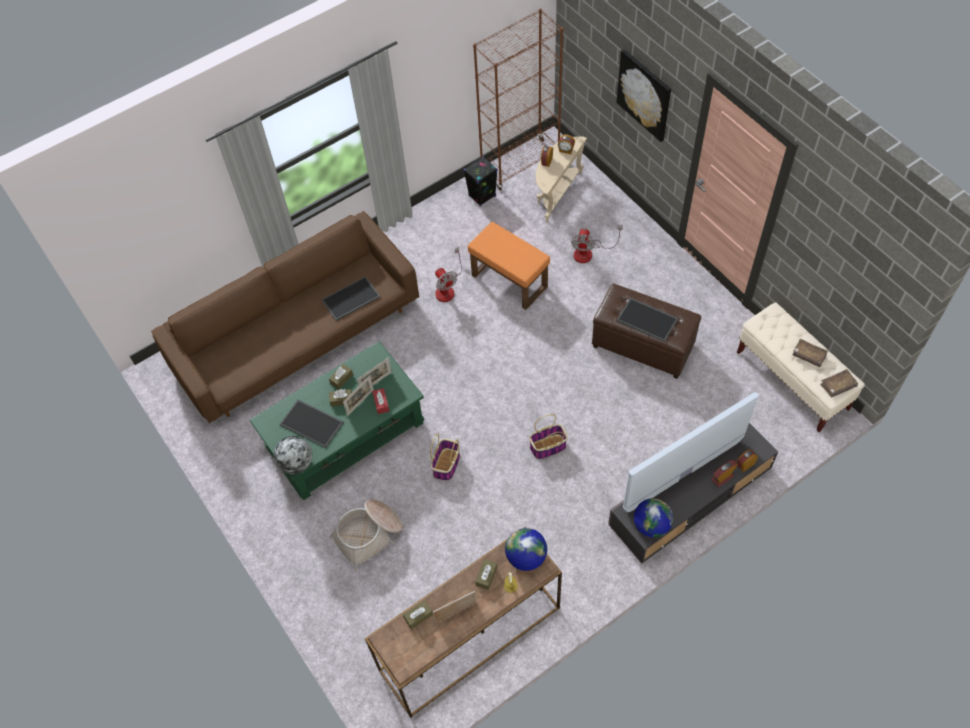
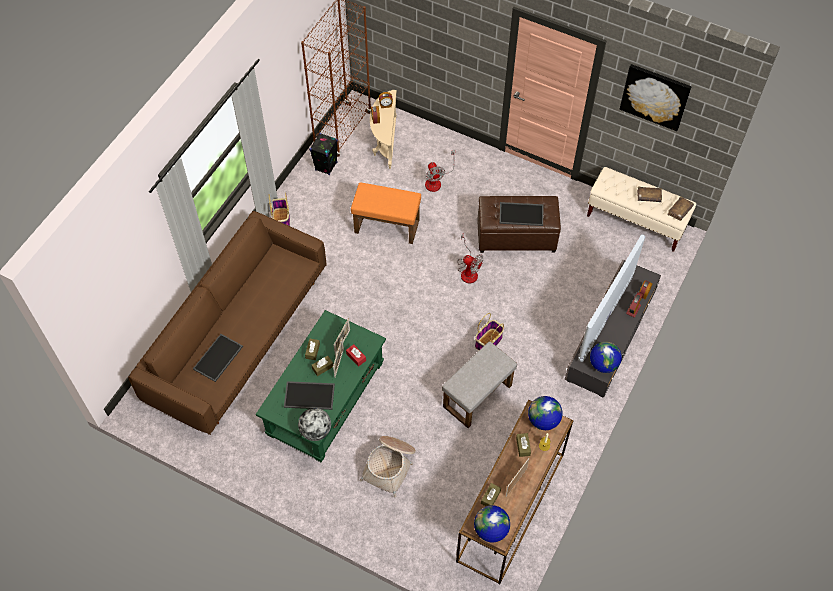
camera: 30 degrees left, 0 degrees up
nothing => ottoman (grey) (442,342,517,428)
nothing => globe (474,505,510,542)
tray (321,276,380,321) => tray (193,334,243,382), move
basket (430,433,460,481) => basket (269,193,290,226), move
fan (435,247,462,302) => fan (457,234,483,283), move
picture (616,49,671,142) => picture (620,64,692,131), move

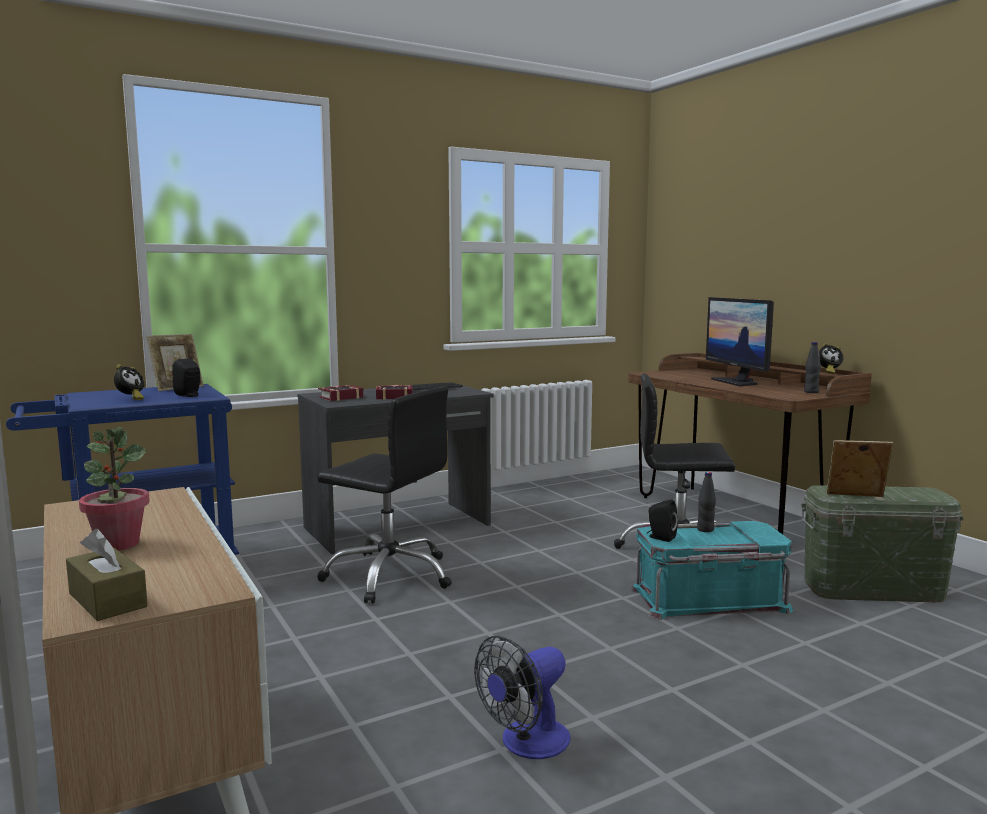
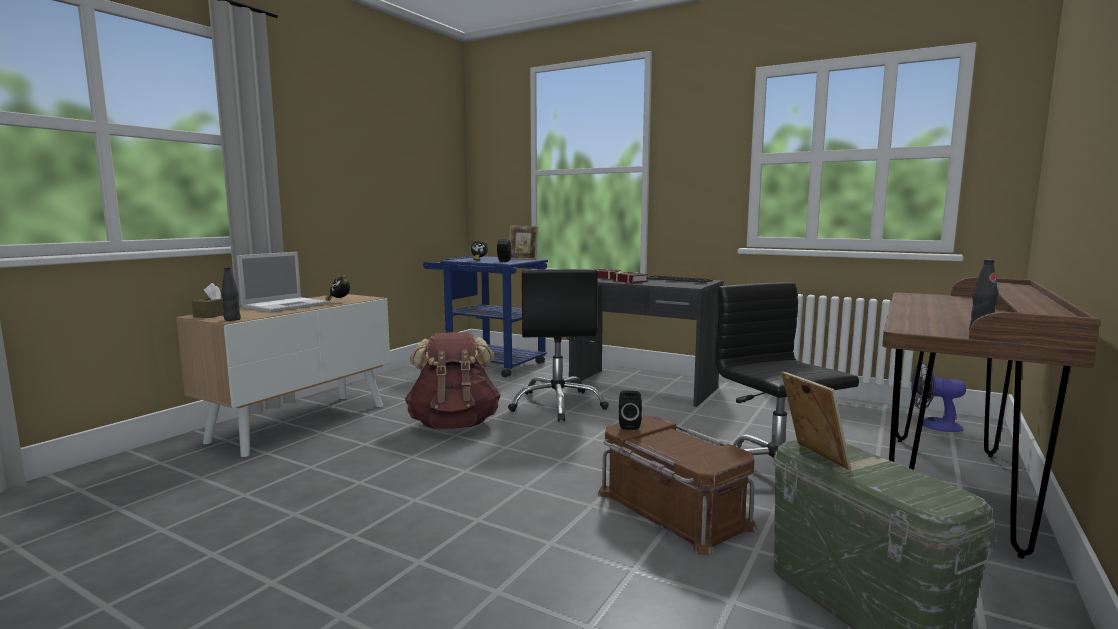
camera: 60 degrees right, 0 degrees up
monitor (706,297,774,387) => nothing
nothing => backpack (brown) (405,332,501,429)
fan (474,636,571,759) => fan (911,362,966,432), move
bottle (black) (697,472,716,532) => bottle (black) (221,267,241,321), move
alarm clock (819,343,843,374) => alarm clock (325,275,350,301), move
potted plant (79,427,150,551) => laptop (237,252,329,312)
storage box (turquoise) (631,521,793,620) => storage box (brown) (598,416,757,555)

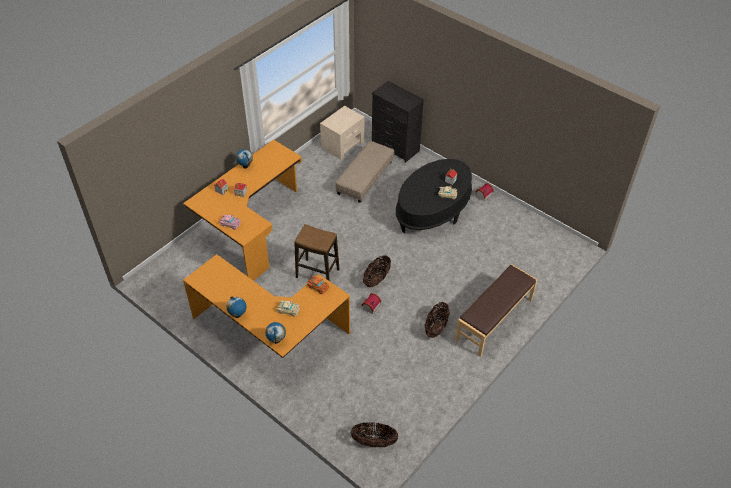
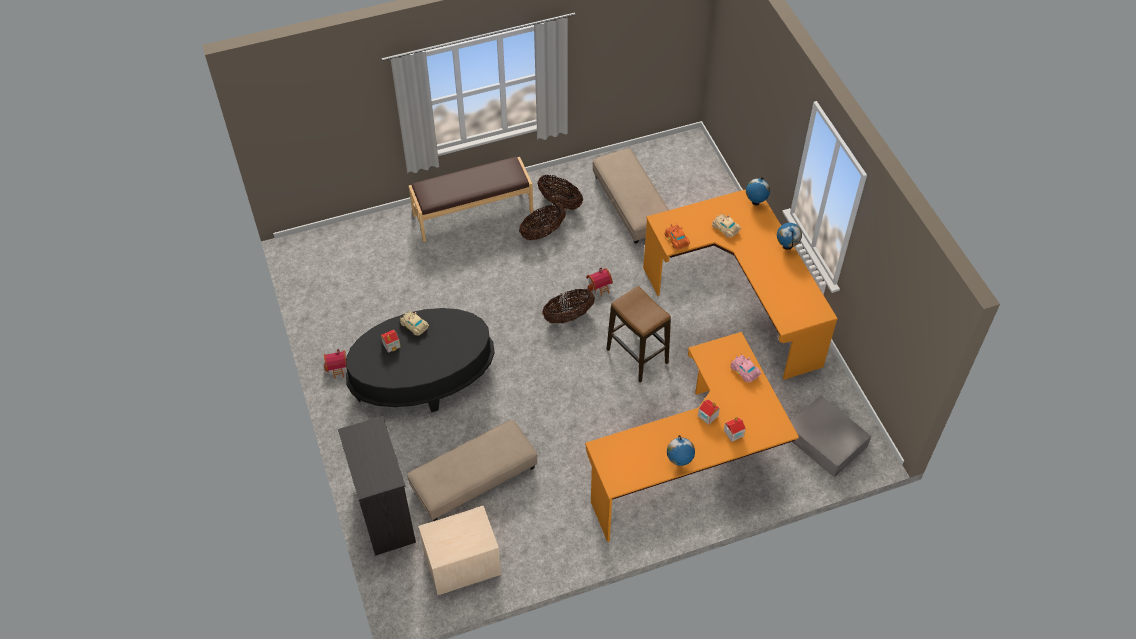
camera: 150 degrees left, 5 degrees up
nothing => ottoman (beige) (592,148,669,244)
nothing => storage box (grey) (791,395,871,477)
basket (351,422,398,447) => basket (537,175,583,210), move

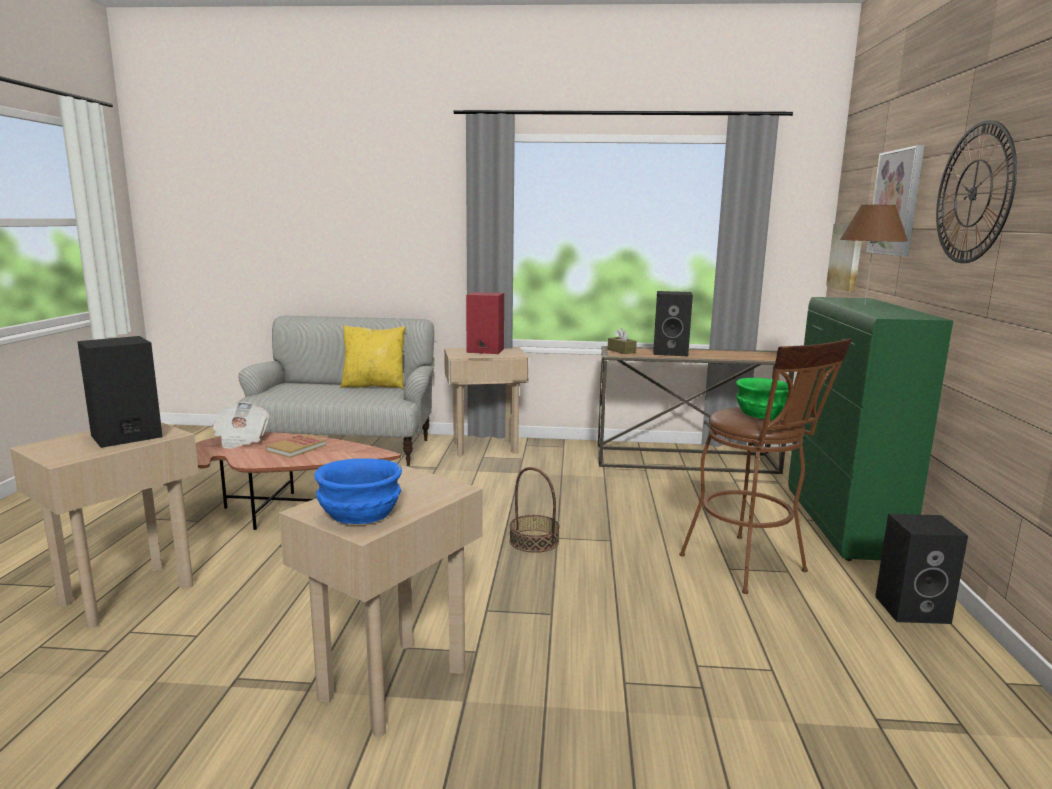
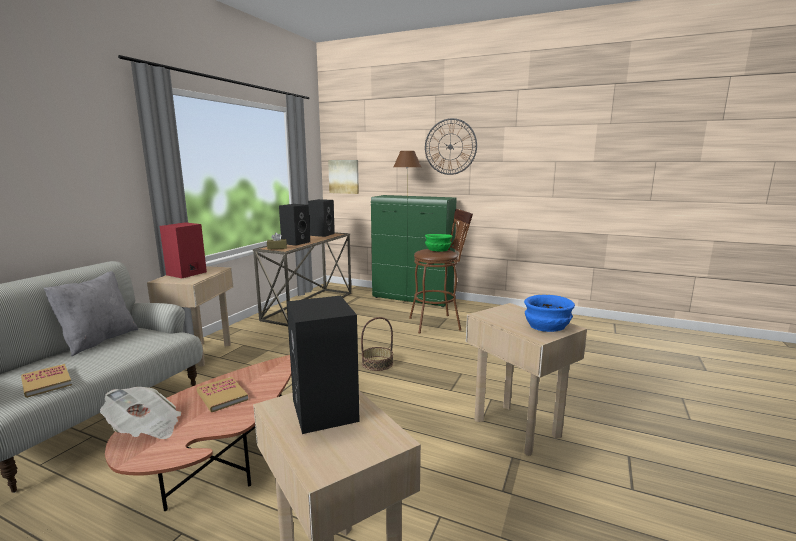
camera: 70 degrees left, 0 degrees up
picture (866,145,925,257) => nothing
nothing => book (21,364,72,398)
speaker (black) (875,514,968,624) => speaker (black) (308,199,335,237), move
pillow (yellow) (340,326,406,389) => pillow (grey) (44,271,138,356)

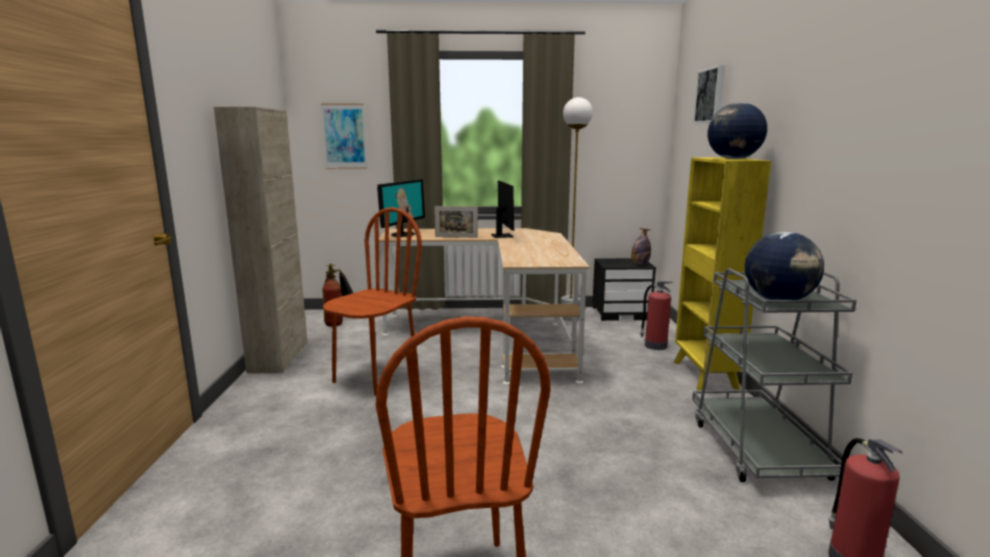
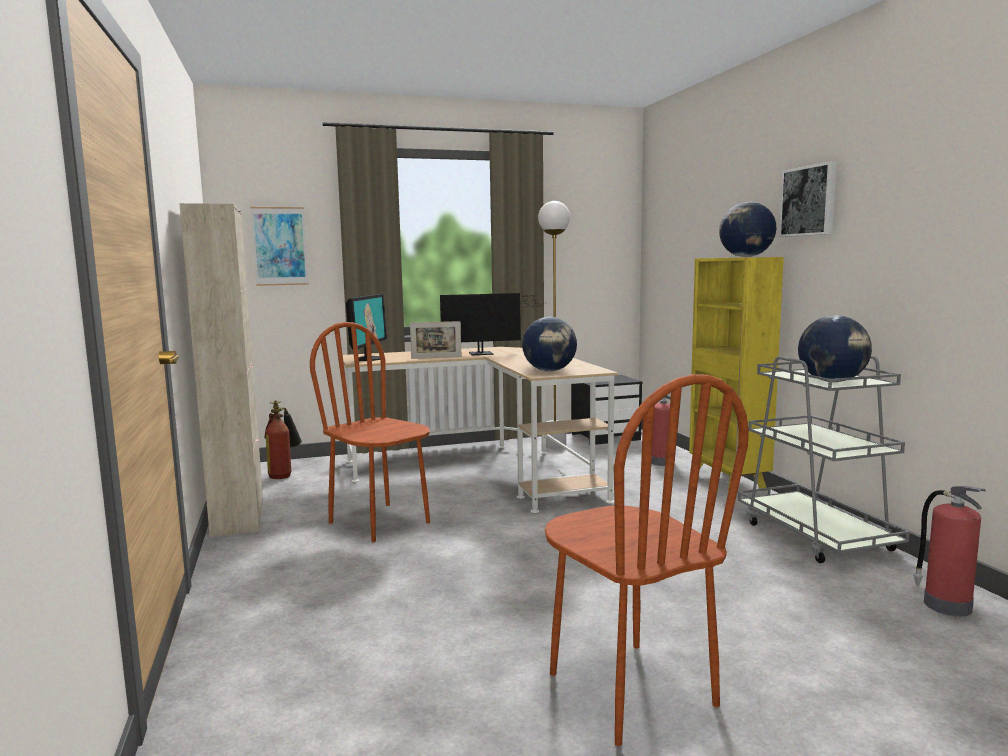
camera: 15 degrees left, 5 degrees down
bottle (631,228,651,265) => nothing
nothing => globe (522,317,577,372)
picture (693,65,725,123) => picture (779,162,837,237), move
chair (brown) (323,207,422,396) => chair (brown) (310,322,430,542), 60 degrees counterclockwise
monitor (491,180,515,238) => monitor (440,293,546,355), 105 degrees clockwise

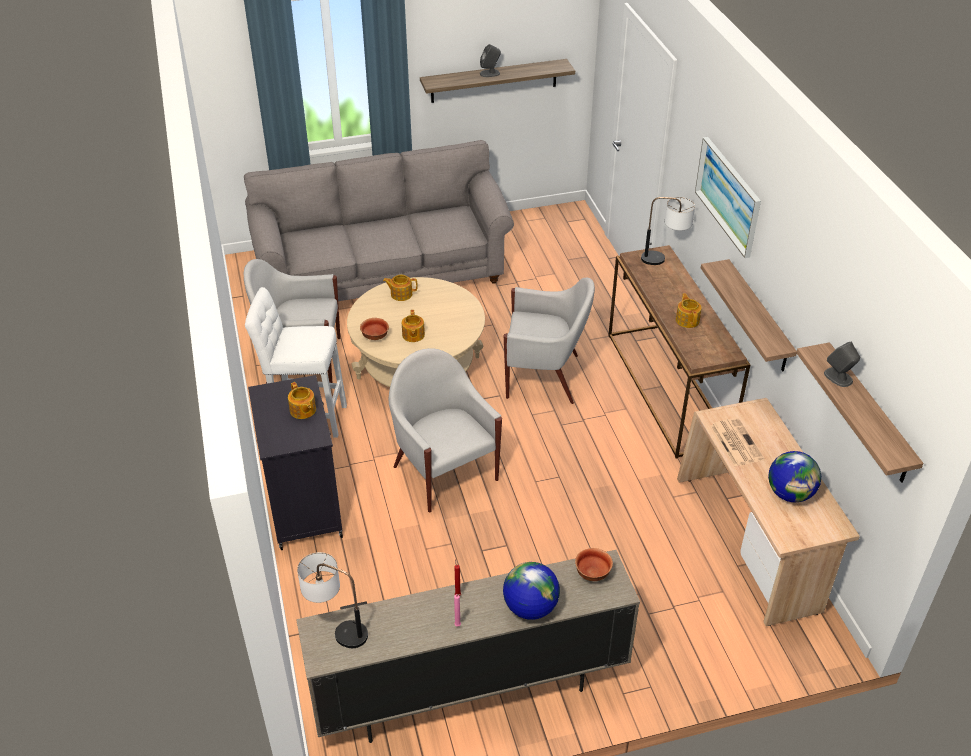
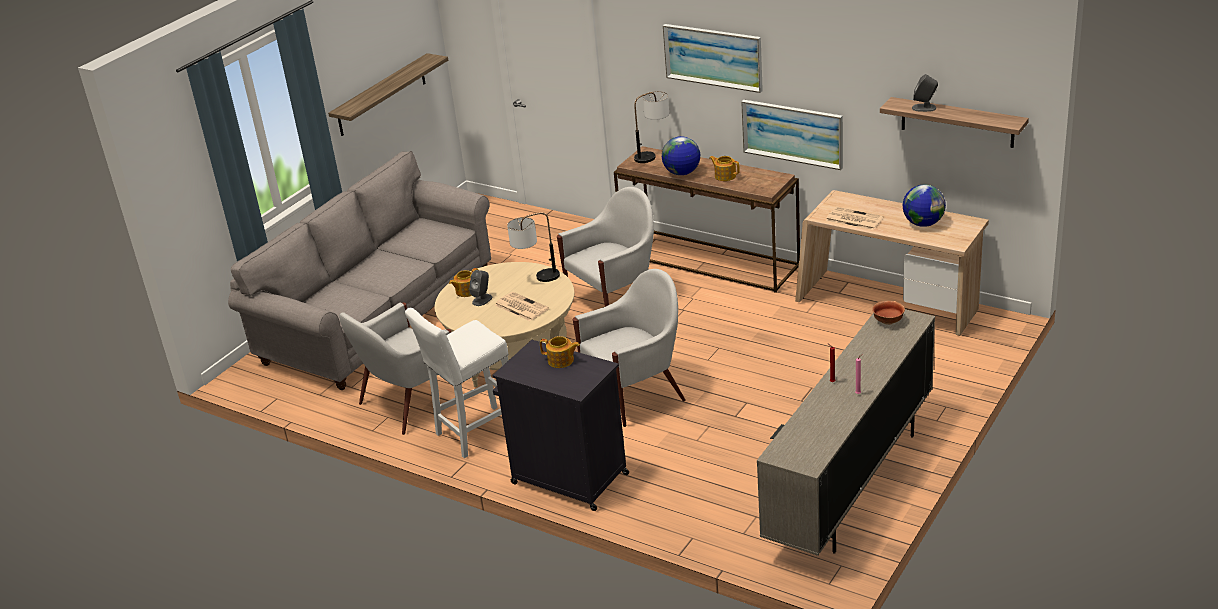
camera: 40 degrees left, 10 degrees down
bowl (360,318,389,340) => nothing
table lamp (297,552,368,648) => table lamp (507,212,560,282), move
speaker (grey) (480,44,501,77) => speaker (grey) (469,270,492,306), move
globe (503,562,560,620) => globe (662,136,700,175), move
teapot (402,310,425,342) => newspaper (494,292,549,321)
shelf (701,259,797,372) => picture (741,100,843,170)
armchair (white) (389,348,502,513) => armchair (white) (573,269,686,427), 135 degrees clockwise

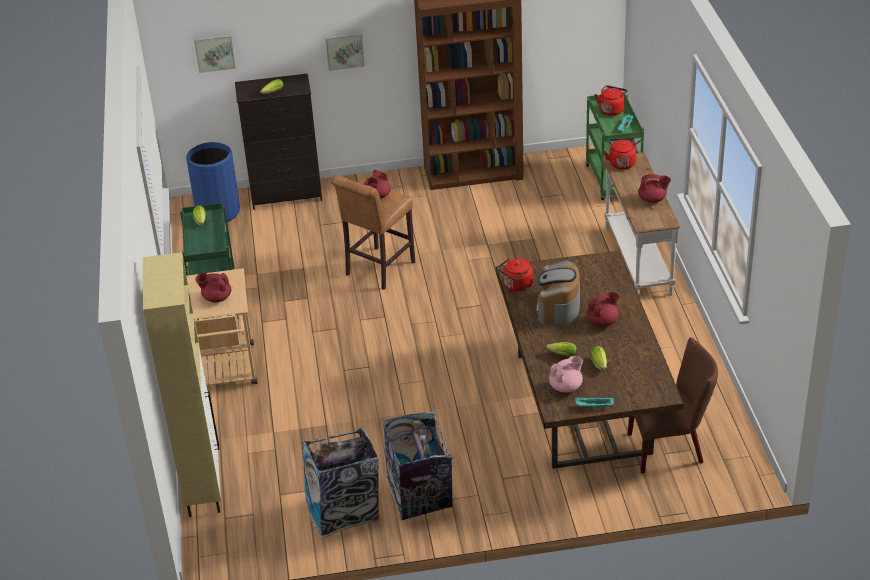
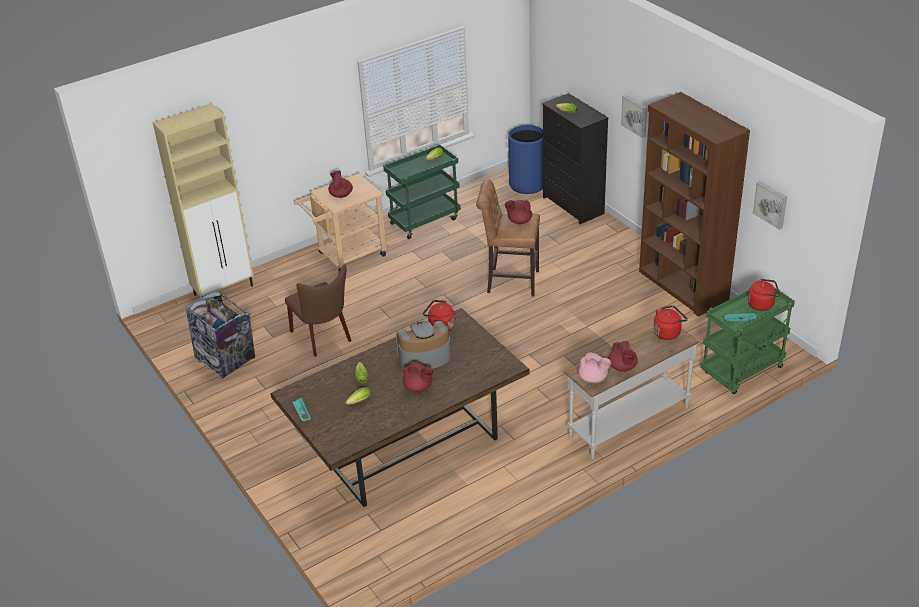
camera: 65 degrees right, 0 degrees up
trash can (383,412,453,520) => nothing
picture (194,34,236,73) => picture (753,181,787,230), move
teapot (pink) (549,356,583,393) => teapot (pink) (578,352,611,383), move
chair (brown) (628,337,718,473) => chair (brown) (285,264,352,356), move

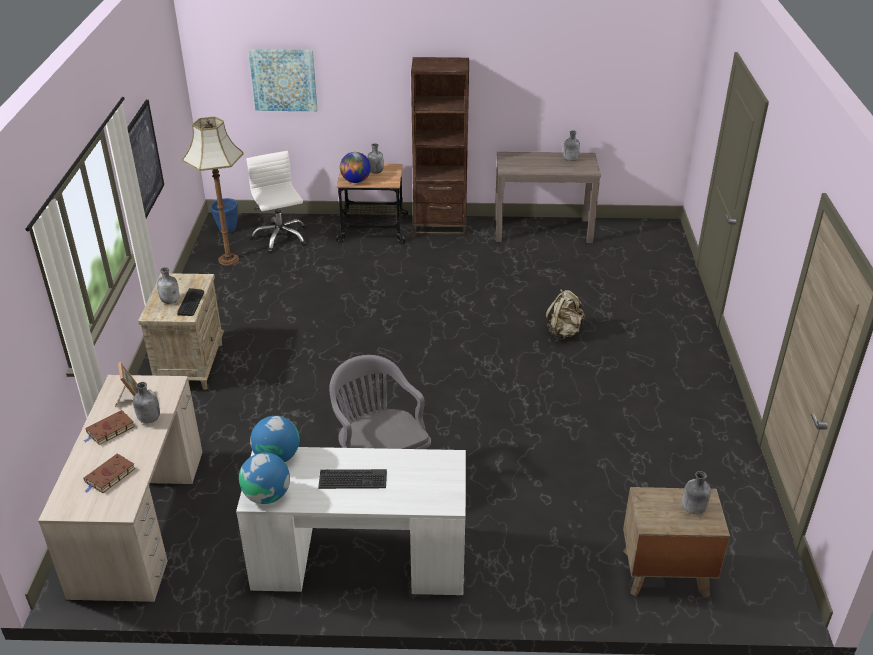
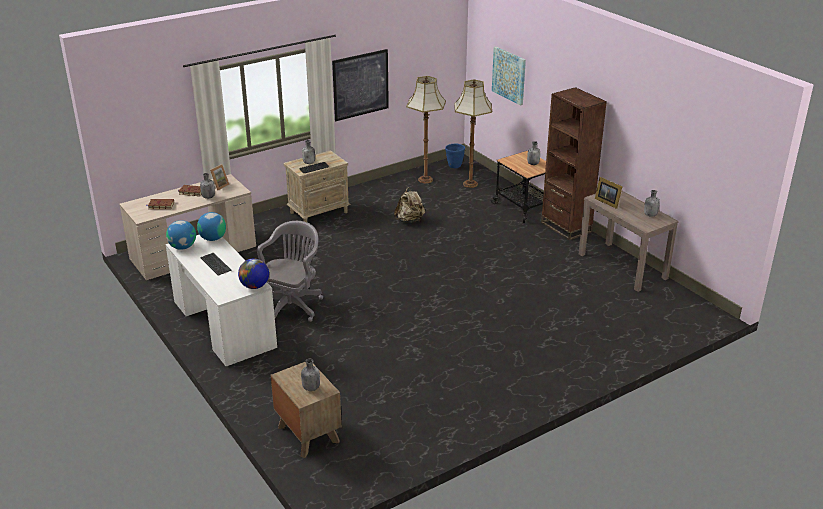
camera: 55 degrees right, 5 degrees down
nothing => picture frame (595,177,623,209)
globe (340,152,371,183) => globe (238,258,269,289), move
backpack (beige) (546,289,585,340) => backpack (beige) (394,187,425,223), move
office chair (white) (246,151,307,253) => floor lamp (454,79,492,188)

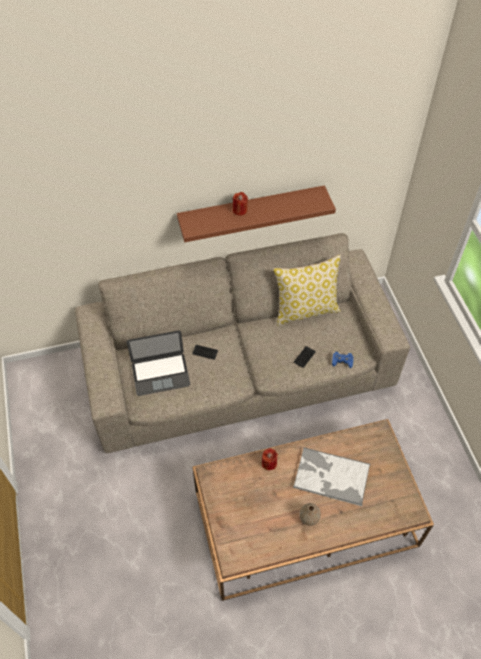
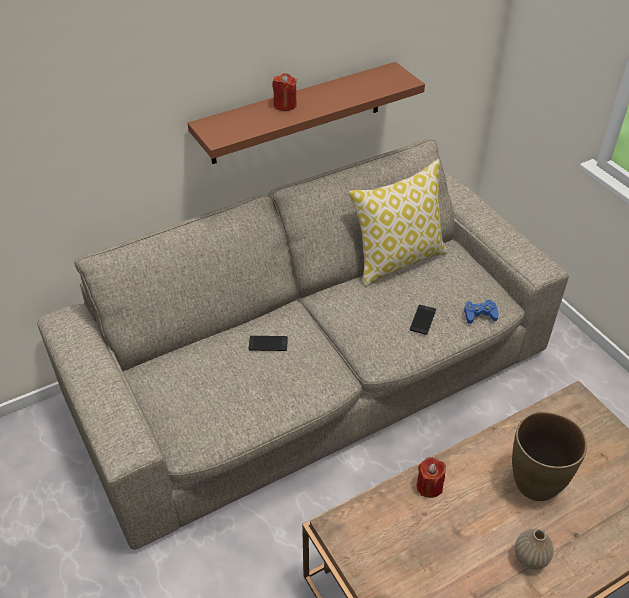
camera: 15 degrees left, 10 degrees down
laptop (127,331,190,396) => nothing
tray (293,447,370,506) => vase (brown) (512,411,587,501)

